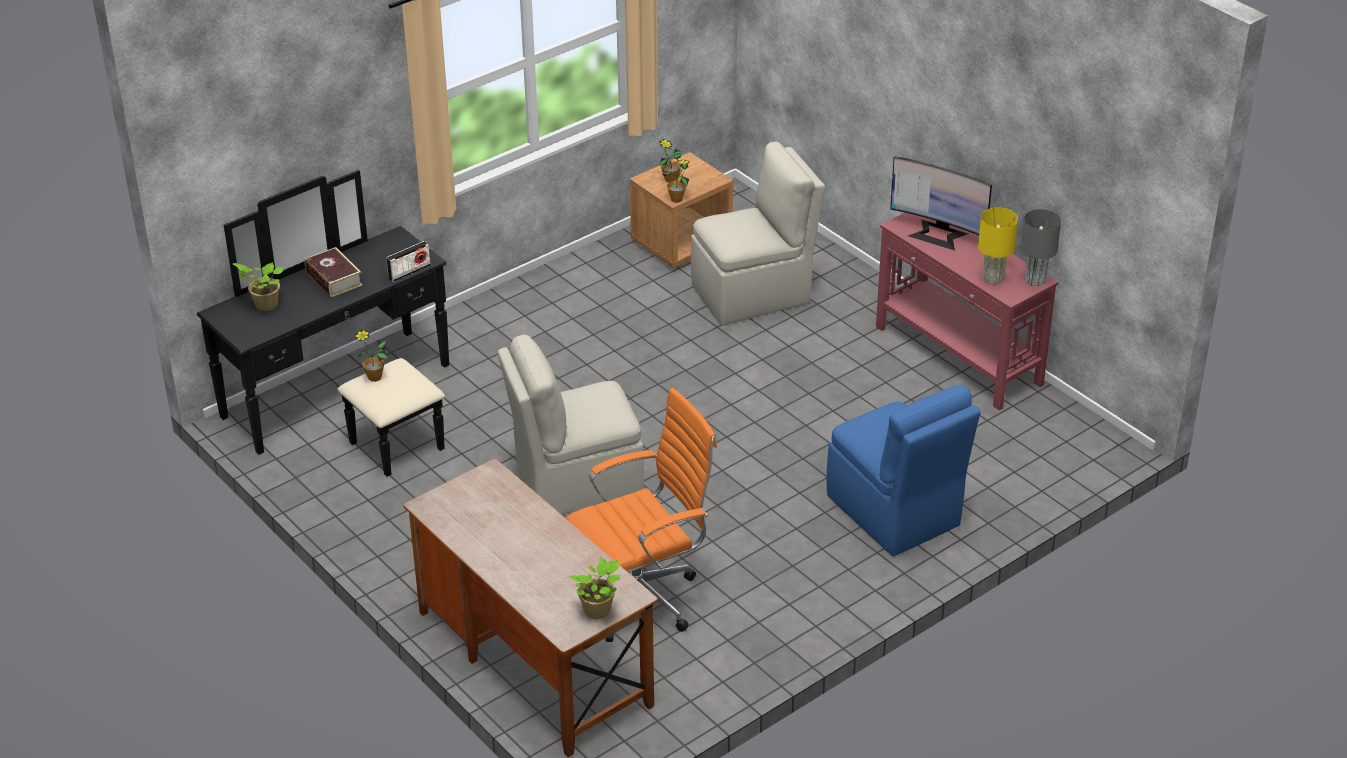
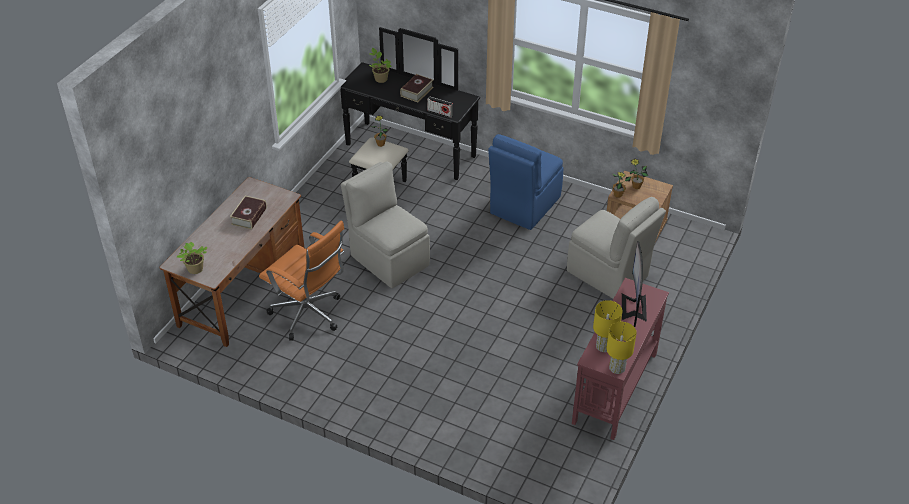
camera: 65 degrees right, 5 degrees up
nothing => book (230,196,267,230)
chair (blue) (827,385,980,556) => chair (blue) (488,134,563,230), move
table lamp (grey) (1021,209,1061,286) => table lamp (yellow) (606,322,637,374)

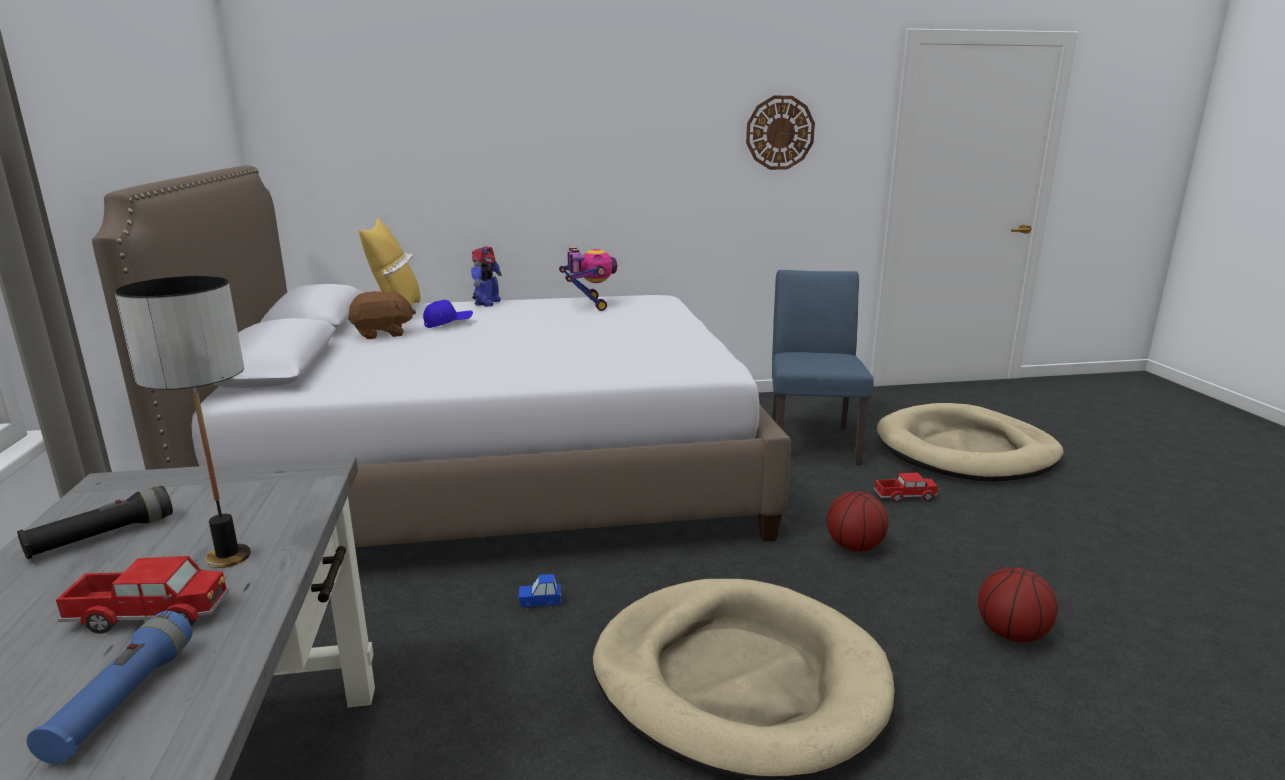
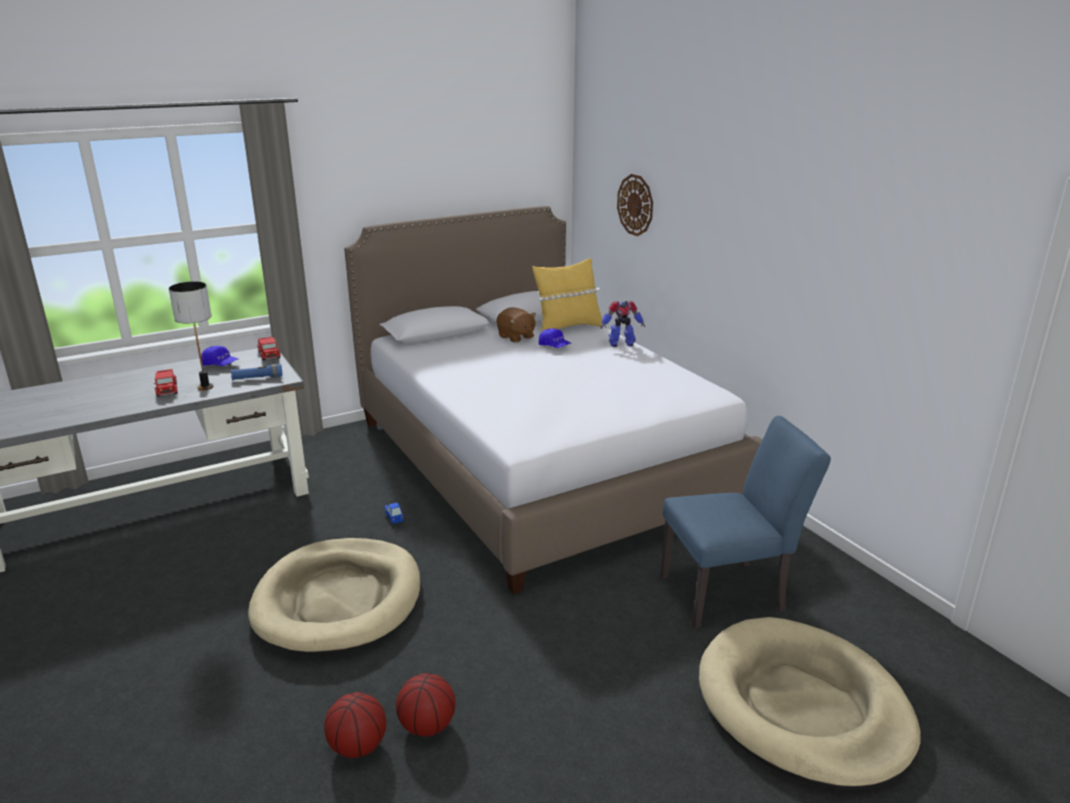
camera: 70 degrees right, 5 degrees up
toy robot (559,247,618,311) => nothing
flashlight (blue) (27,611,192,764) => flashlight (blue) (231,364,283,380), move
wall clock (746,96,815,170) => wall clock (617,174,653,236), move
basketball (826,491,889,552) => basketball (324,692,386,758), move
toy truck (874,472,938,503) => toy truck (257,337,281,361), move
flashlight (black) (17,486,173,559) => cap (blue) (201,346,238,366)

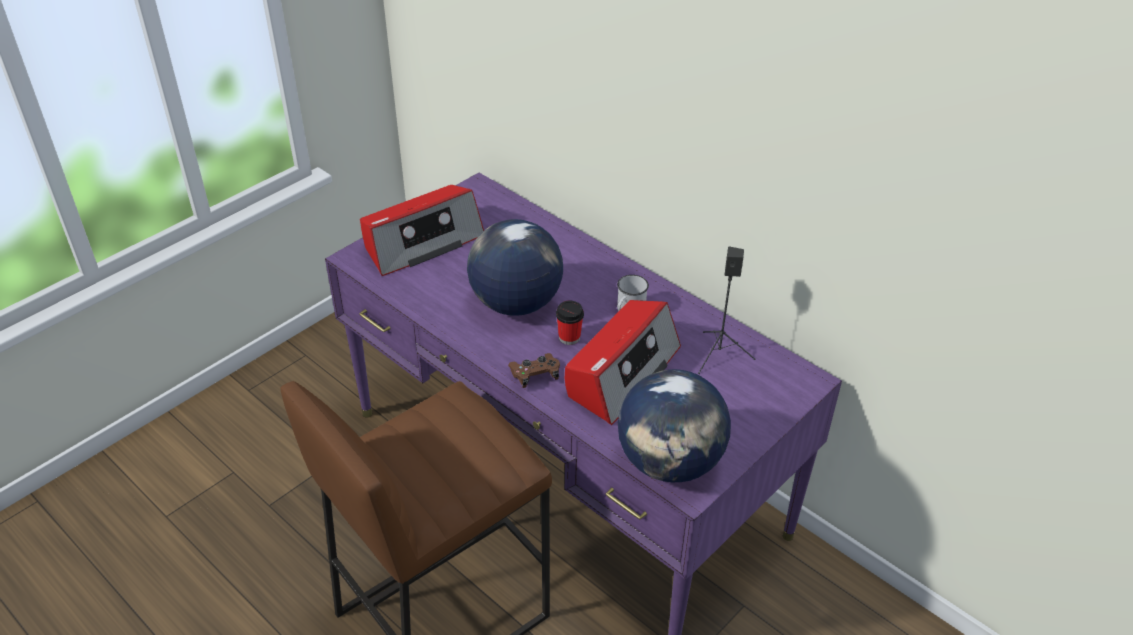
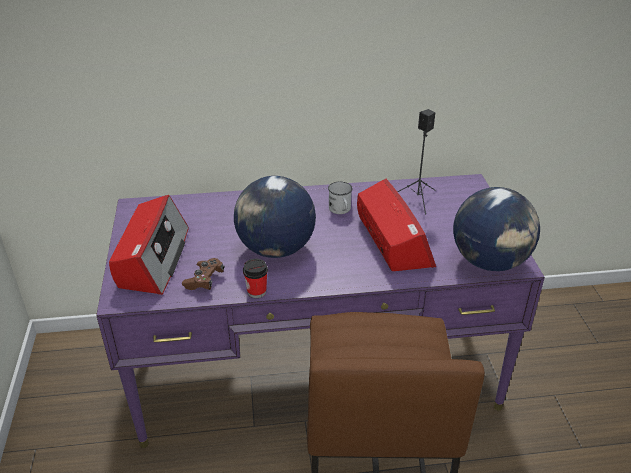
camera: 50 degrees left, 5 degrees down
game controller (brown) (508,353,560,388) => game controller (brown) (182,258,224,290), move
cup (556,301,584,345) => cup (243,259,268,298), move

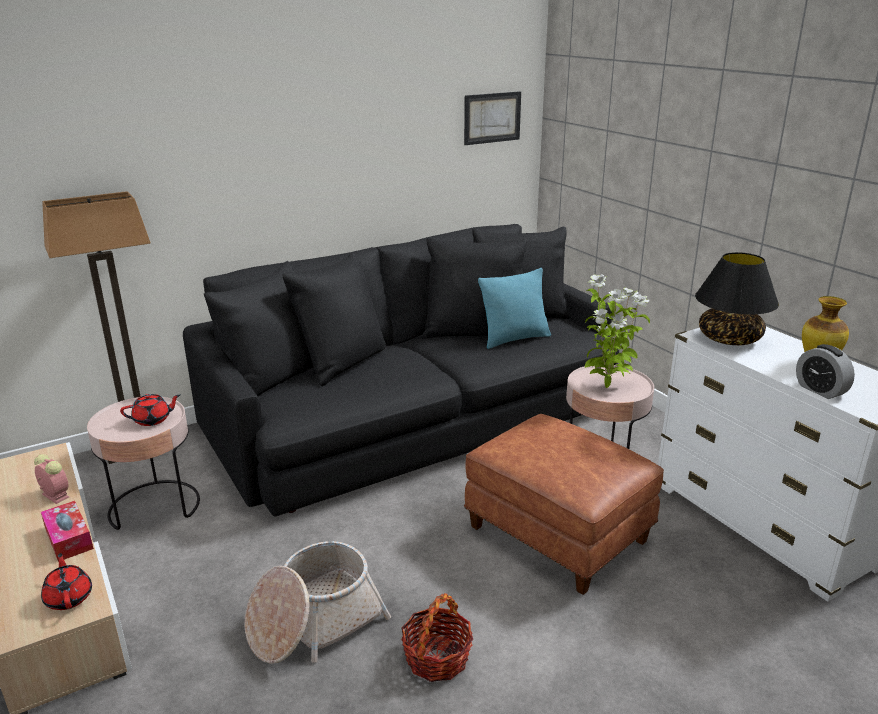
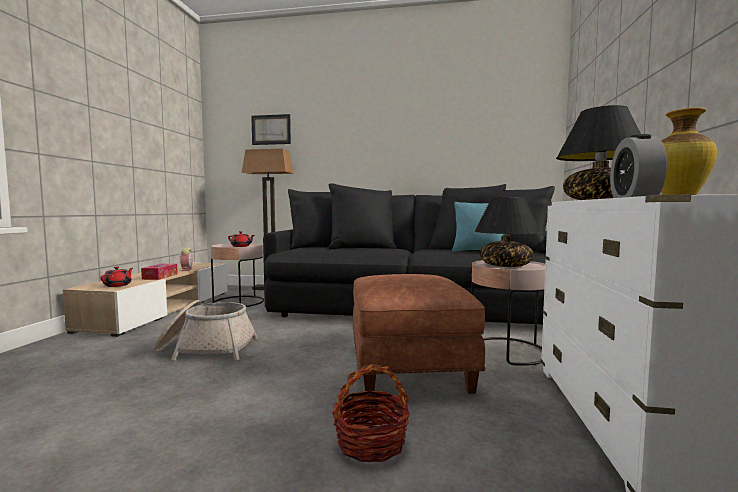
camera: 40 degrees right, 20 degrees down
basket (401,593,473,682) => basket (332,364,410,463), move
picture (464,91,521,145) => picture (251,114,291,145), move
potted plant (585,275,650,388) => table lamp (black) (474,197,541,267)

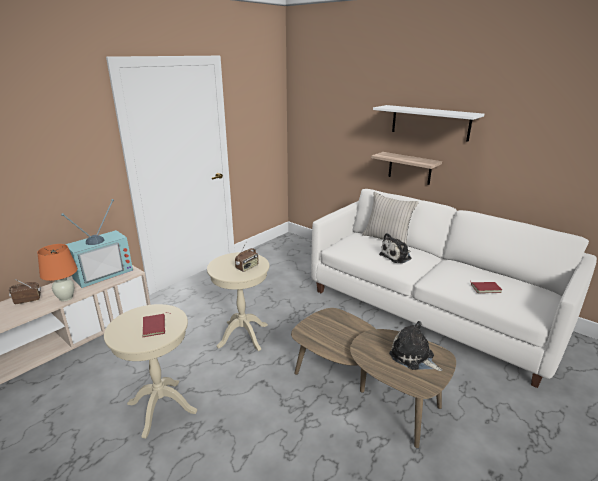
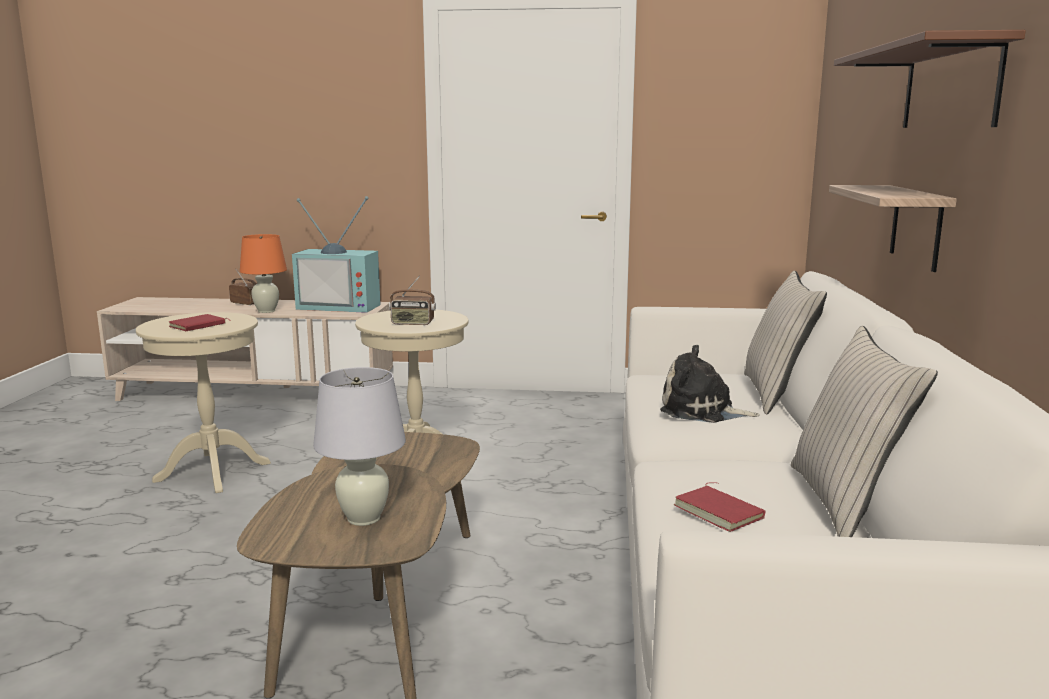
camera: 55 degrees right, 10 degrees down
nothing => pillow (beige) (791,326,938,537)
plush toy (389,321,442,371) => table lamp (white) (313,367,406,526)
shelf (white) (373,105,484,142) => shelf (brown) (834,30,1026,128)

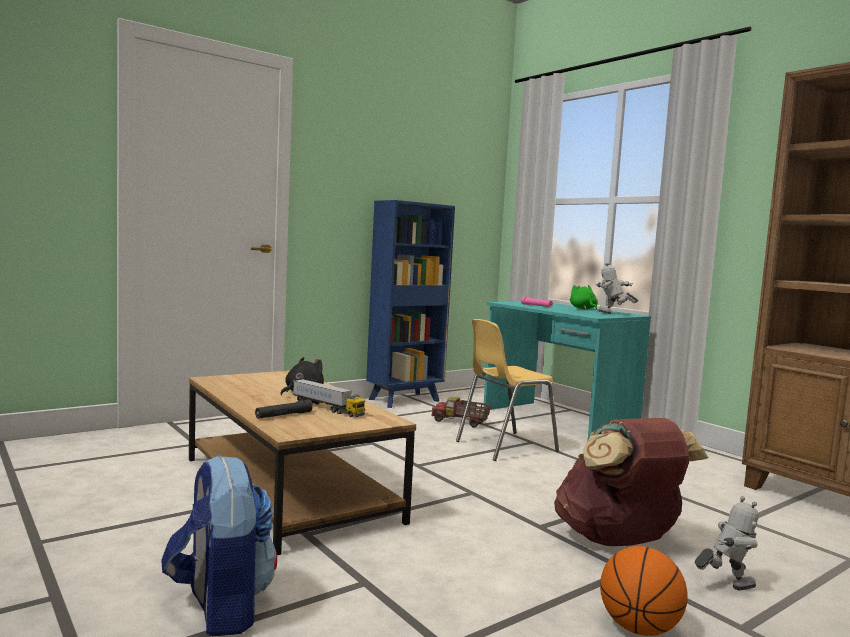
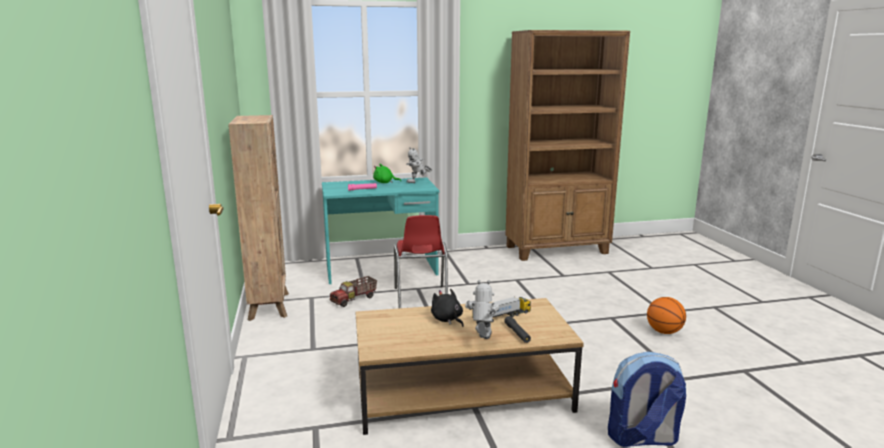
camera: 65 degrees left, 10 degrees up
backpack (brown) (554,418,708,546) => nothing
toy robot (695,496,759,590) => toy robot (465,280,499,339), move
bookcase (blue) (366,200,455,408) => bookcase (brown) (228,115,289,321)
chair (yellow) (456,319,559,461) => chair (red) (394,215,448,308)

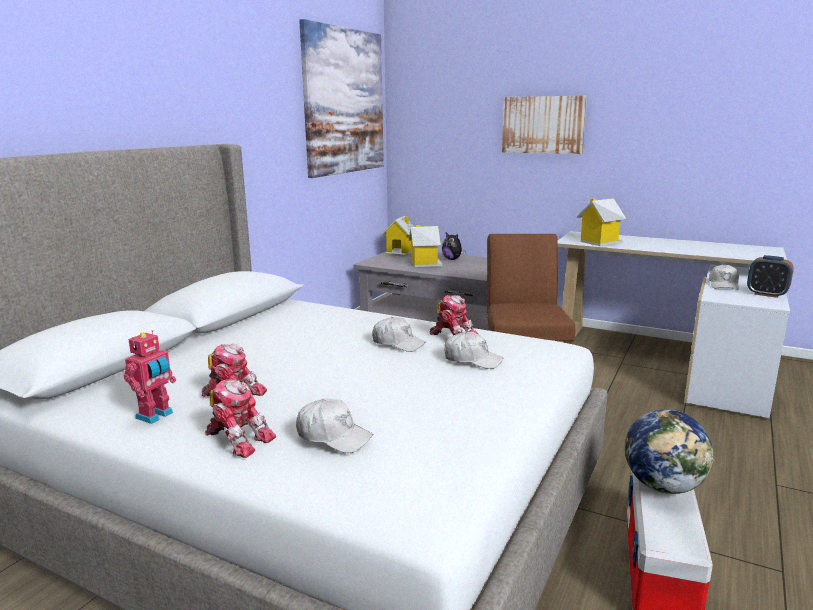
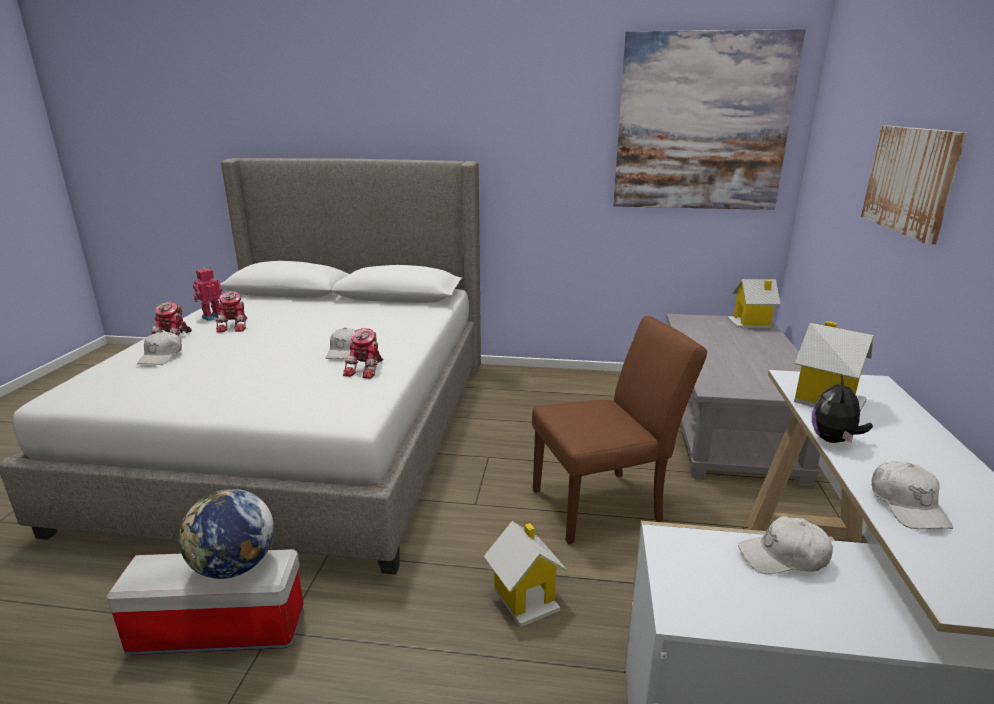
camera: 70 degrees right, 5 degrees up
alarm clock (747,255,794,298) => nothing
toy house (409,225,443,267) => toy house (484,521,567,627), move
plush toy (442,233,465,260) => plush toy (812,375,873,443), move
cap (white) (444,332,503,369) => cap (white) (871,461,953,529), move
toy robot (124,330,176,424) => toy robot (193,267,223,321), 120 degrees clockwise

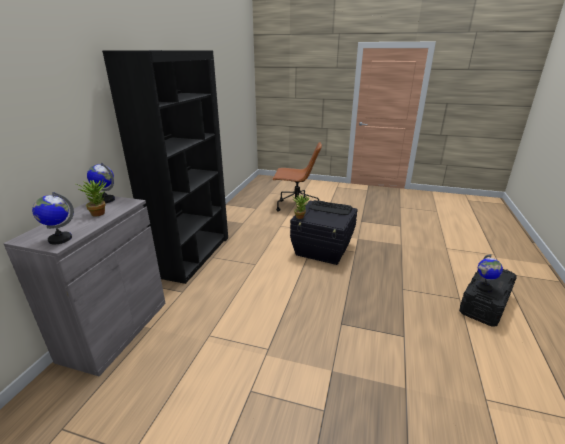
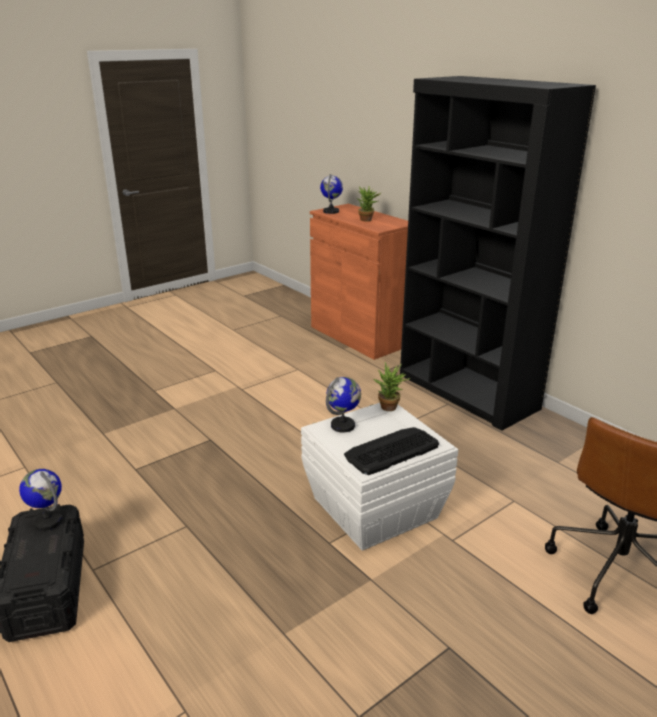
camera: 125 degrees right, 0 degrees up
globe (87,162,115,203) => globe (326,377,361,433), move
cabinet (grey) (3,196,166,376) => cabinet (orange) (310,204,408,360)
storage box (black) (290,201,358,265) => storage box (white) (301,403,458,551)

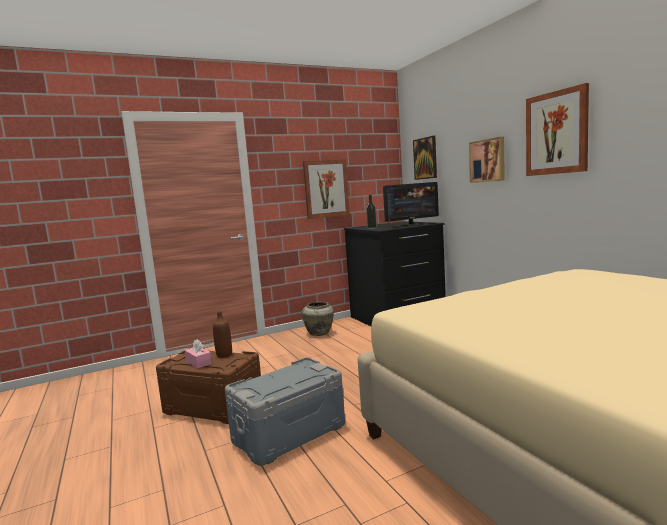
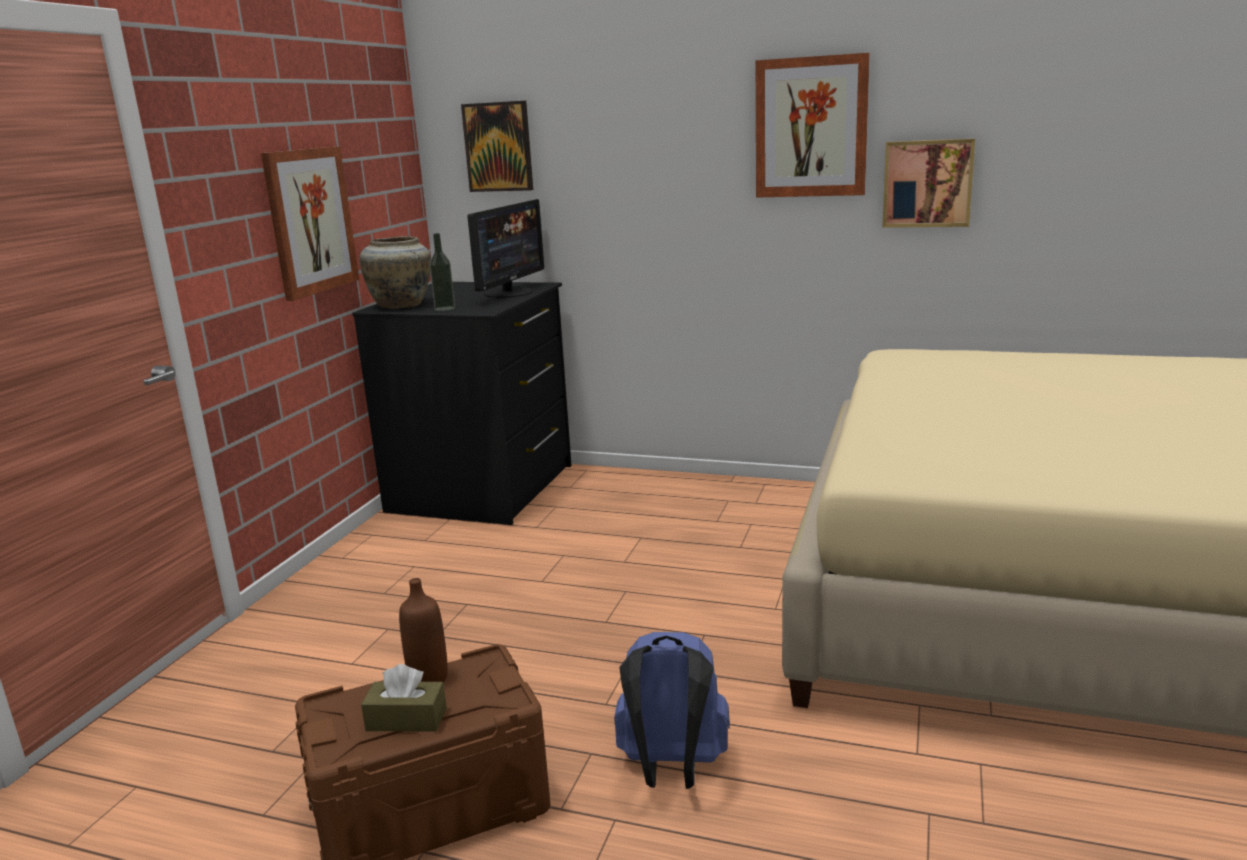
camera: 45 degrees left, 10 degrees up
vase (beige) (302,302,334,336) => vase (beige) (360,236,431,309), move
picture (469,137,505,183) => picture (882,139,975,228), move
storage box (grey) (225,357,345,466) => backpack (blue) (614,632,730,789)
tissue box (pink) (185,339,212,369) => tissue box (brown) (361,664,447,732)

